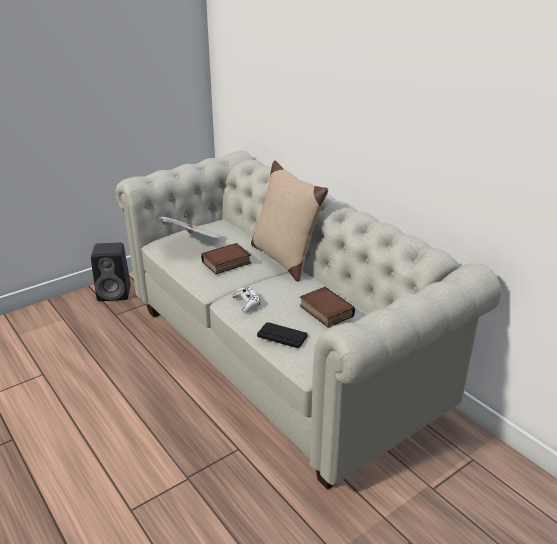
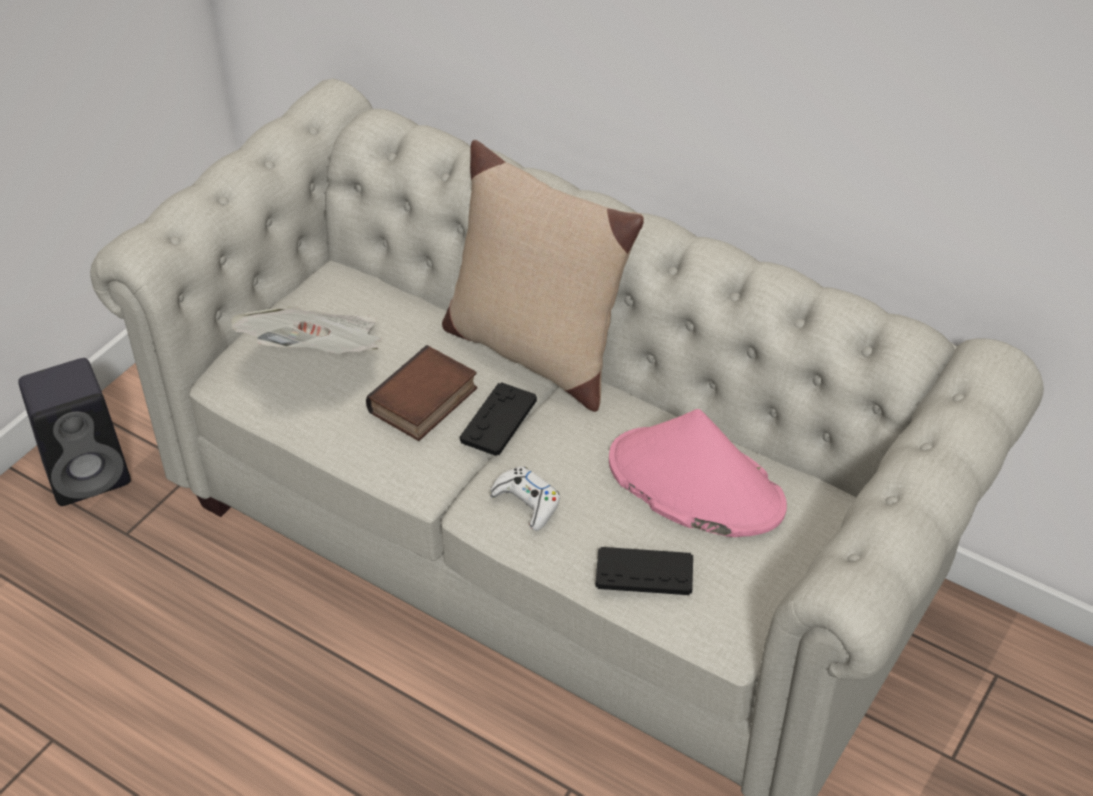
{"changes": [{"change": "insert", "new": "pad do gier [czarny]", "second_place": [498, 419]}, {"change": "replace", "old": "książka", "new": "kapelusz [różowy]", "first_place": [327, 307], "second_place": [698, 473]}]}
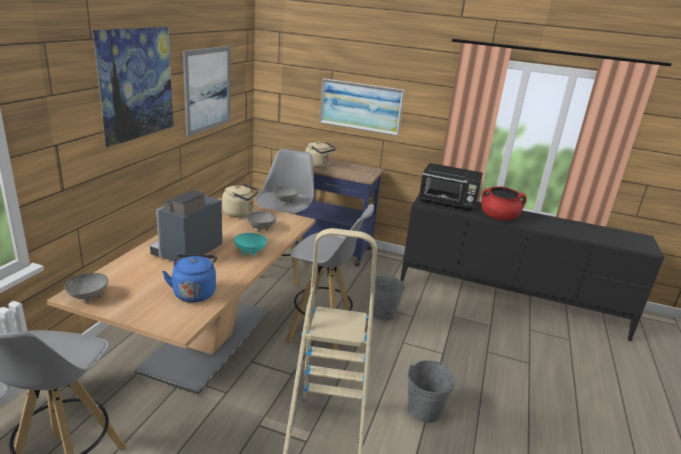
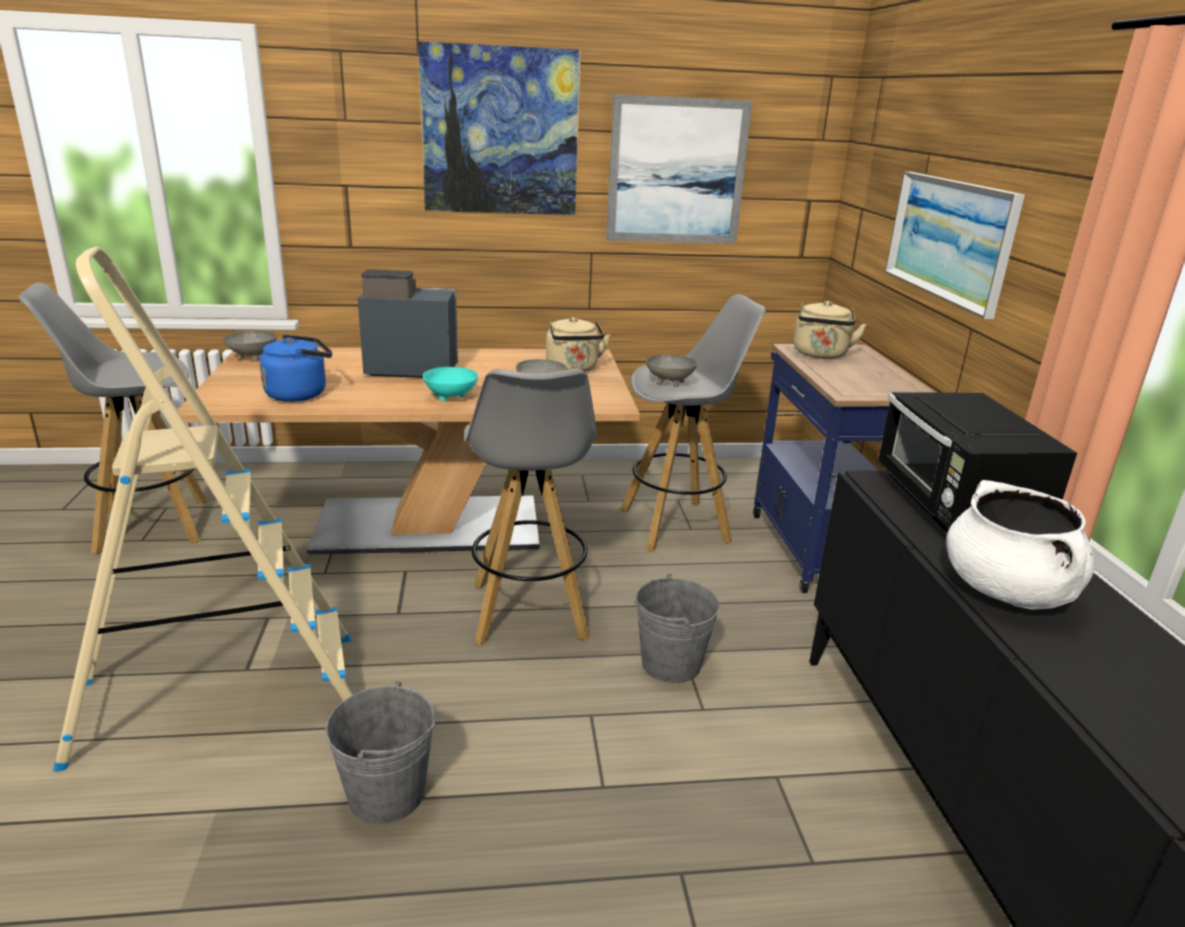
{"changes": [{"change": "recolor", "old": "garnek [czerwony]", "new": "garnek [biały]", "first_place": [504, 203], "second_place": [1020, 545]}]}
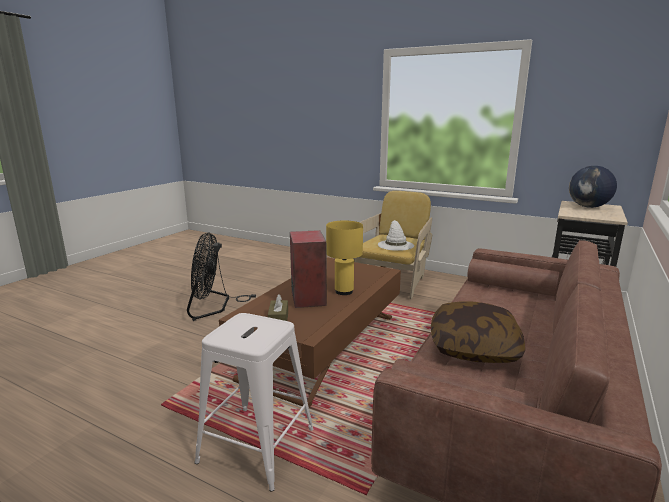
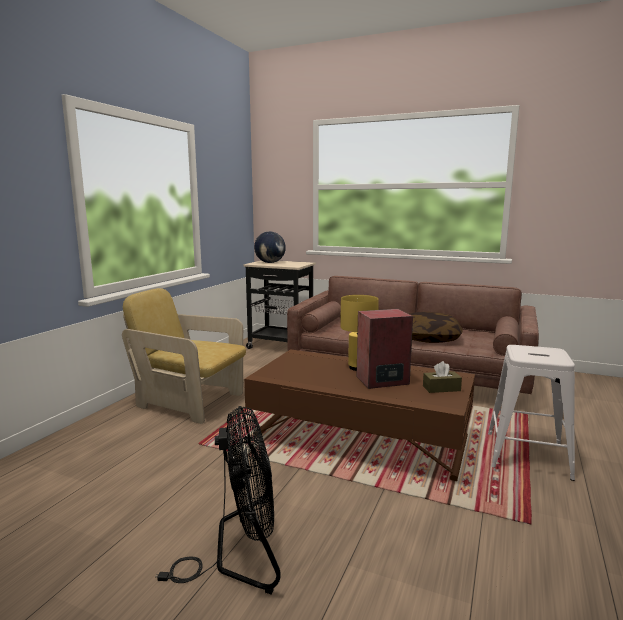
{"changes": [{"change": "rotate", "old": "wentylator [czarny]", "first_place": [221, 276], "second_place": [218, 500], "degrees": -90}, {"change": "delete", "old": "kapelusz [biały]", "first_place": [396, 235]}]}
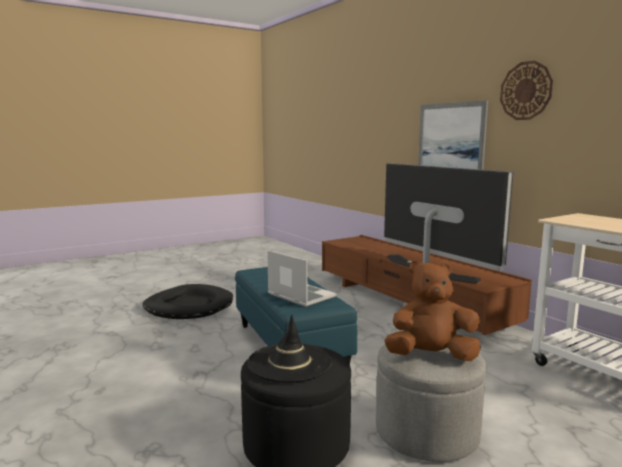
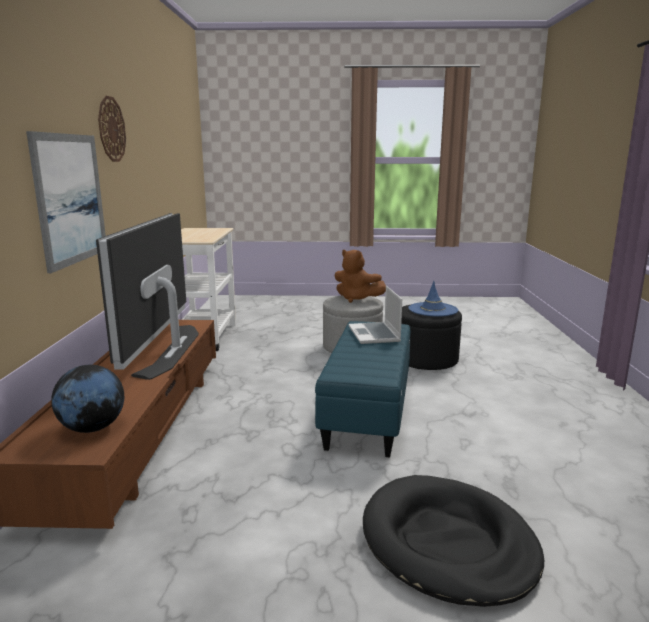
{"changes": [{"change": "insert", "new": "globus", "second_place": [87, 399]}, {"change": "recolor", "old": "kapelusz [czarny]", "new": "kapelusz [niebieski]", "first_place": [289, 349], "second_place": [433, 298]}]}
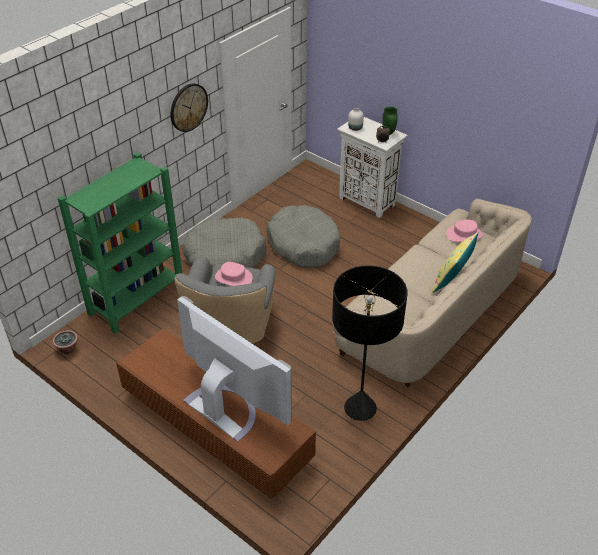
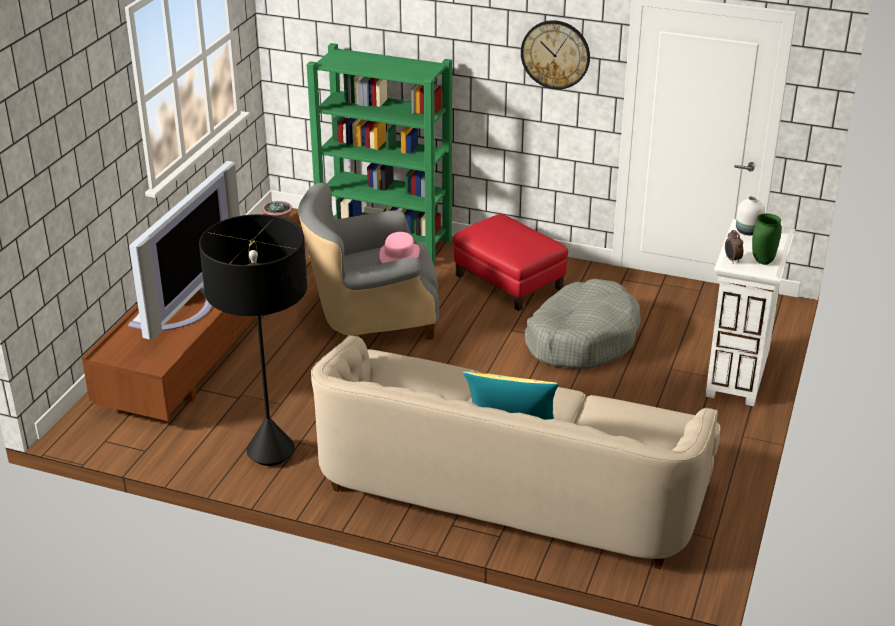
{"changes": [{"change": "replace", "old": "legowisko [szary]", "new": "pufa [czerwony]", "first_place": [224, 242], "second_place": [510, 262]}, {"change": "delete", "old": "kapelusz [różowy]", "first_place": [464, 231]}]}
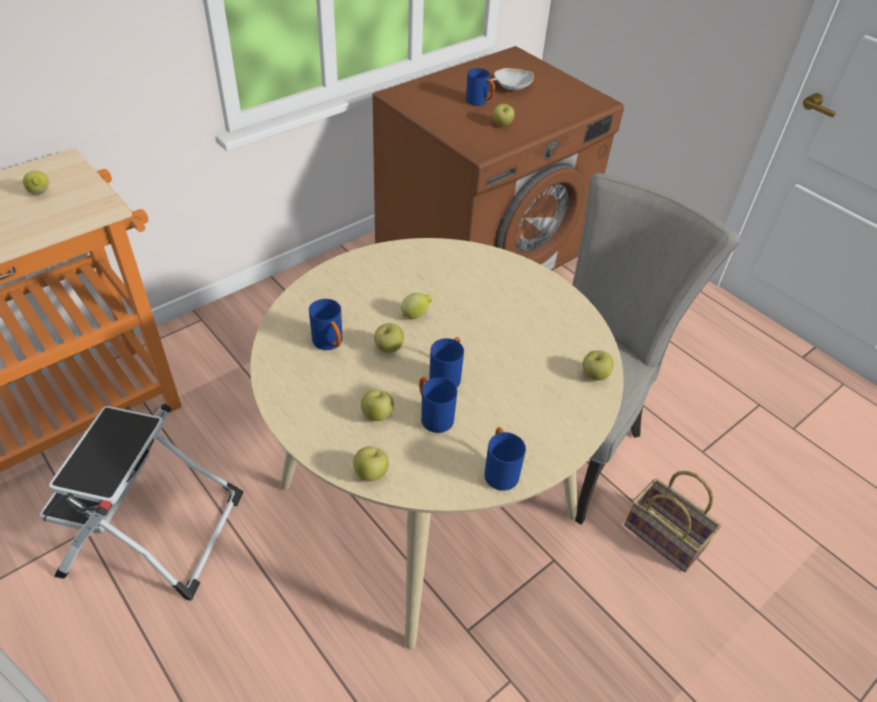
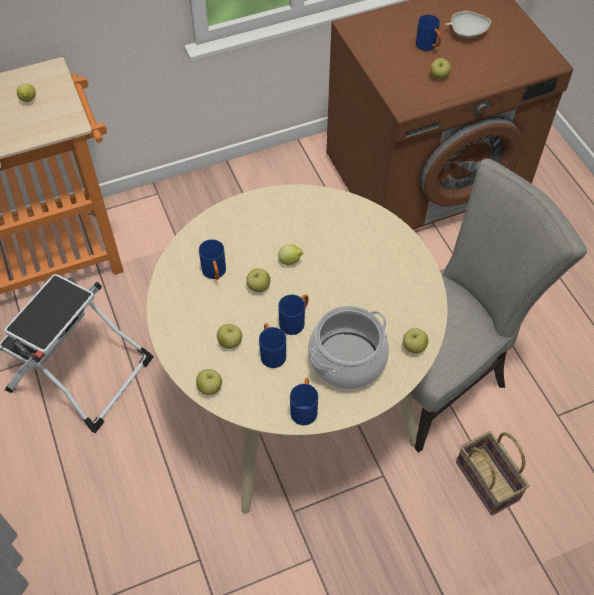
{"changes": [{"change": "insert", "new": "garnek", "second_place": [348, 348]}]}
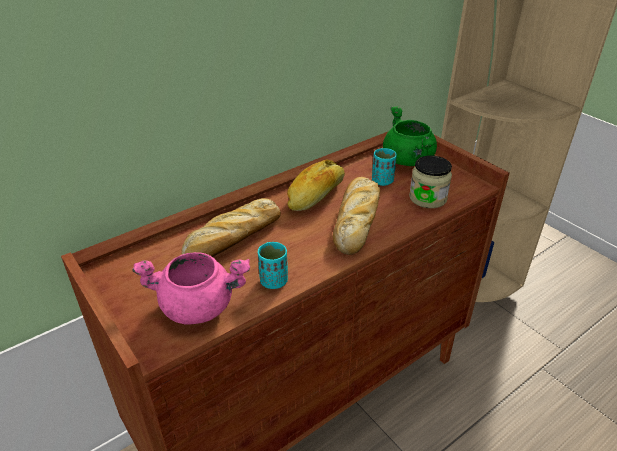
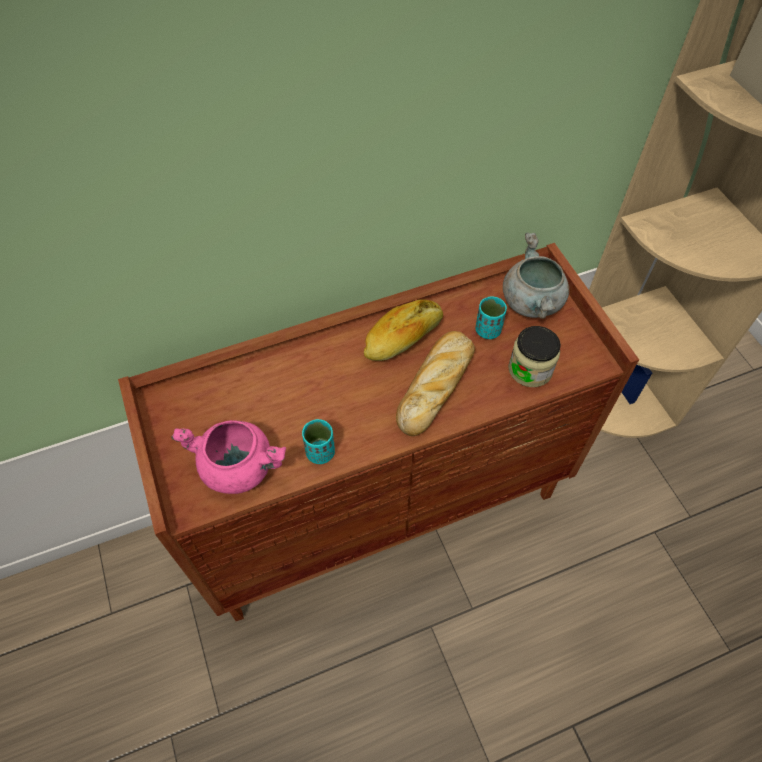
{"changes": [{"change": "recolor", "old": "garnek [zielony]", "new": "garnek [szary]", "first_place": [410, 136], "second_place": [536, 275]}, {"change": "delete", "old": "chleb", "first_place": [231, 227]}]}
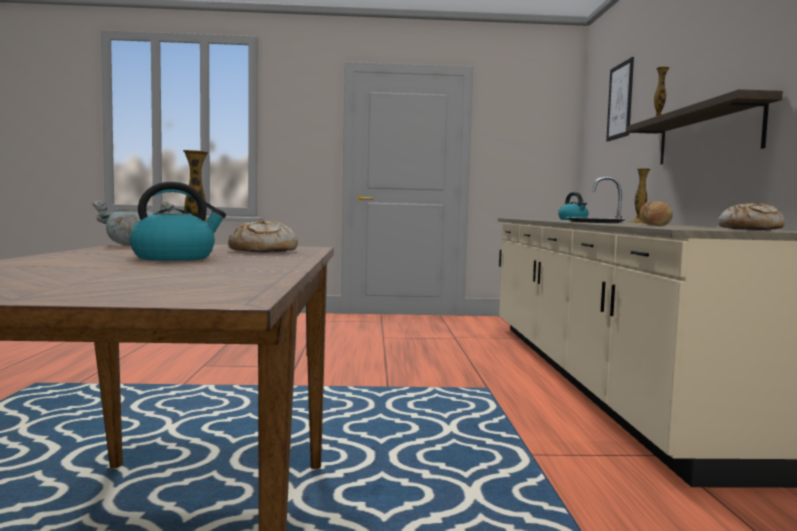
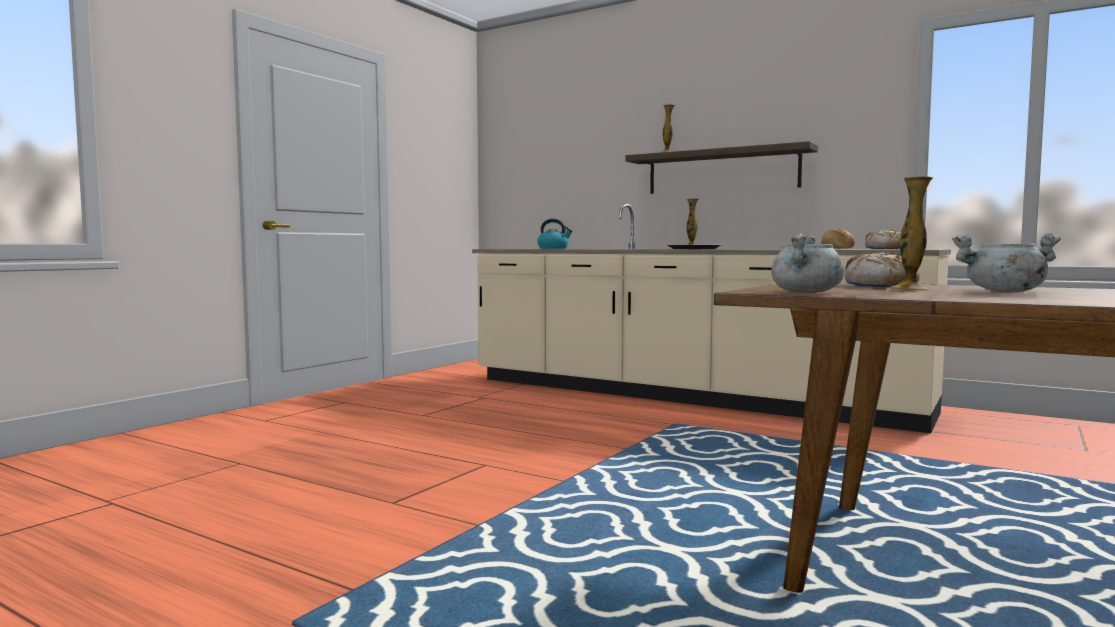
{"changes": [{"change": "replace", "old": "czajnik", "new": "garnek [szary]", "first_place": [177, 221], "second_place": [1006, 263]}, {"change": "delete", "old": "obraz", "first_place": [620, 99]}]}
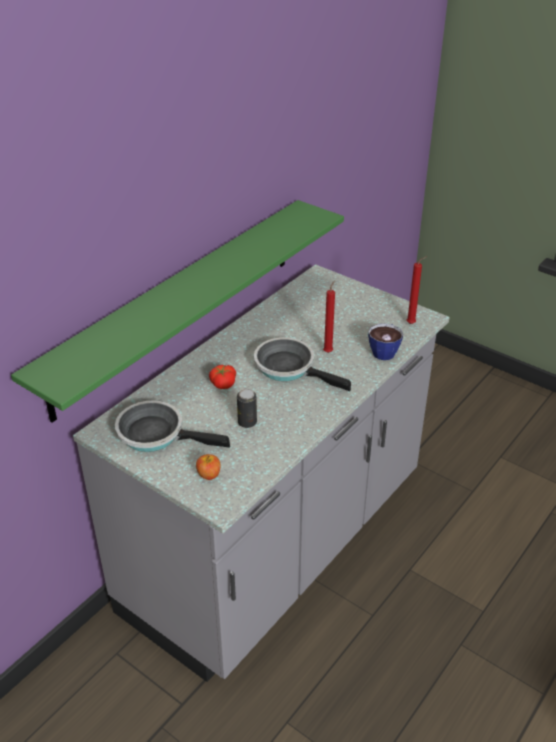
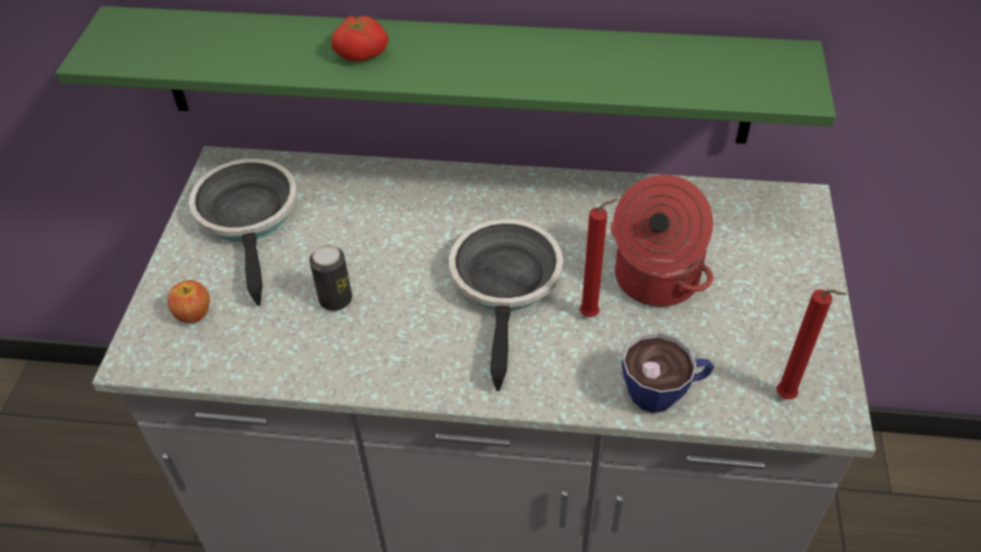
{"changes": [{"change": "move", "old": "pomidor", "first_place": [222, 377], "second_place": [360, 38]}, {"change": "insert", "new": "garnek", "second_place": [661, 240]}]}
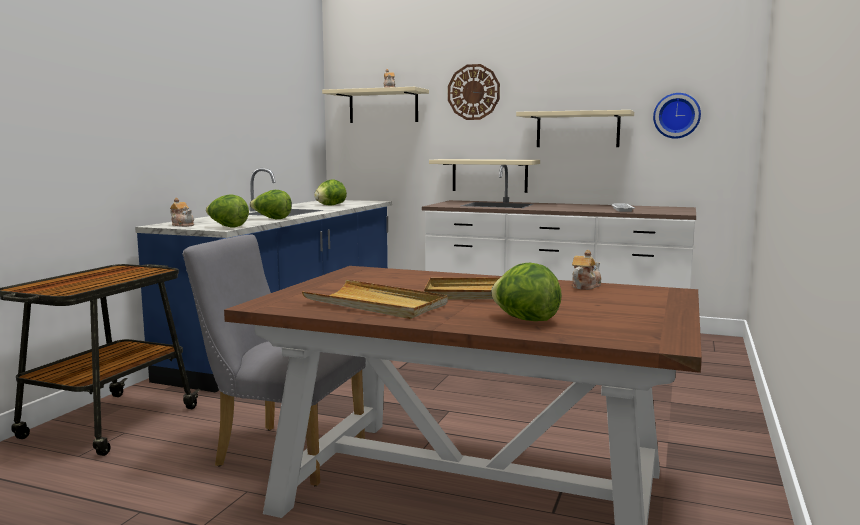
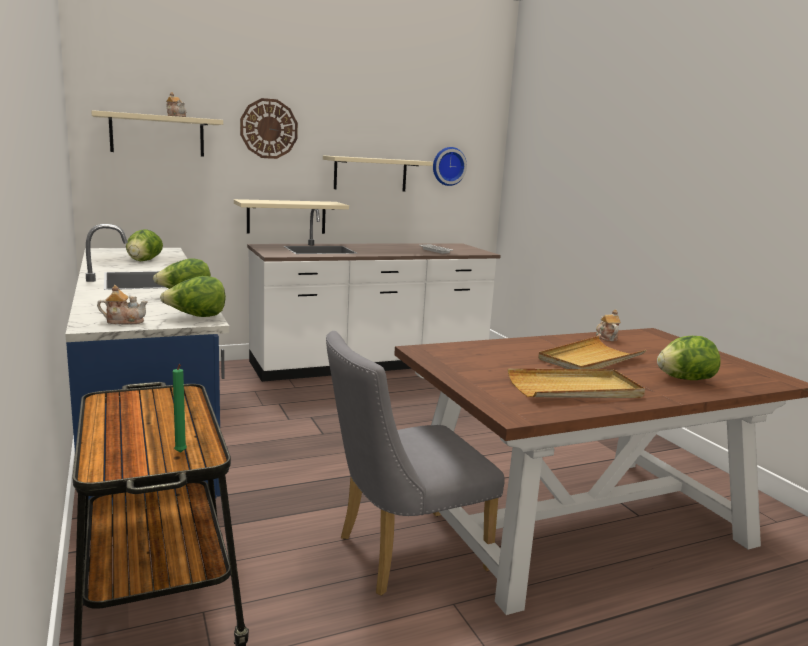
{"changes": [{"change": "insert", "new": "świeca [zielony]", "second_place": [180, 408]}]}
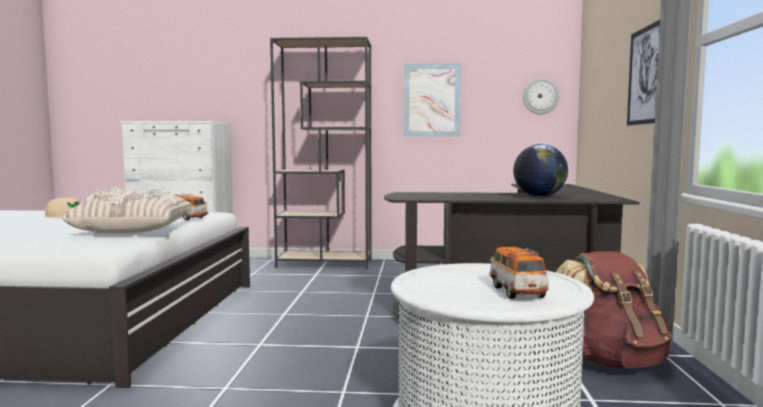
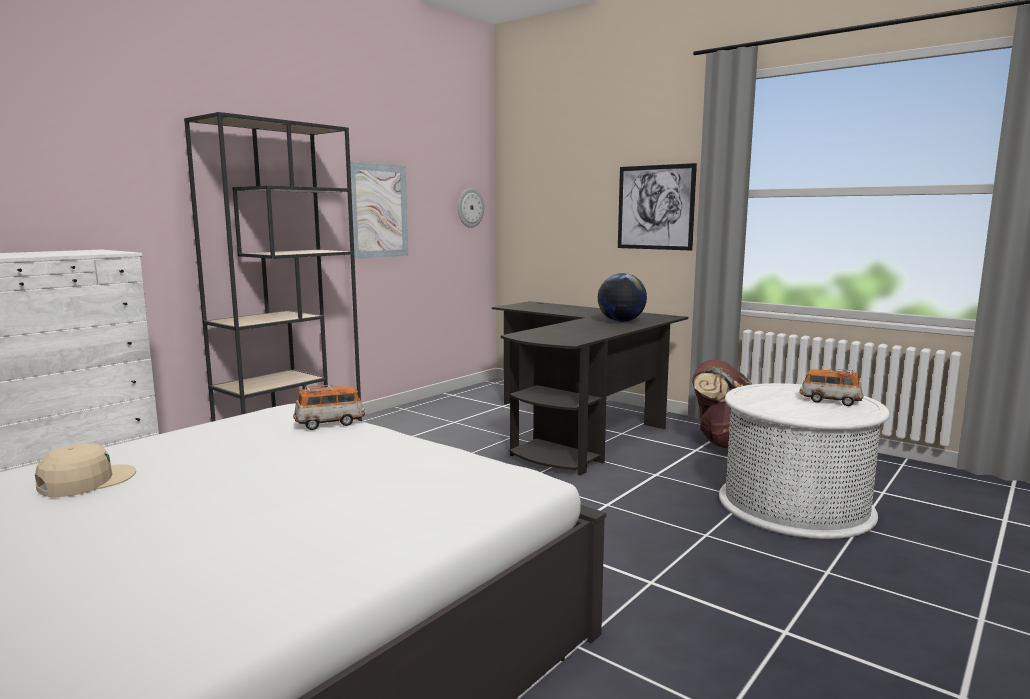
{"changes": [{"change": "delete", "old": "poduszka [beżowy]", "first_place": [127, 209]}]}
